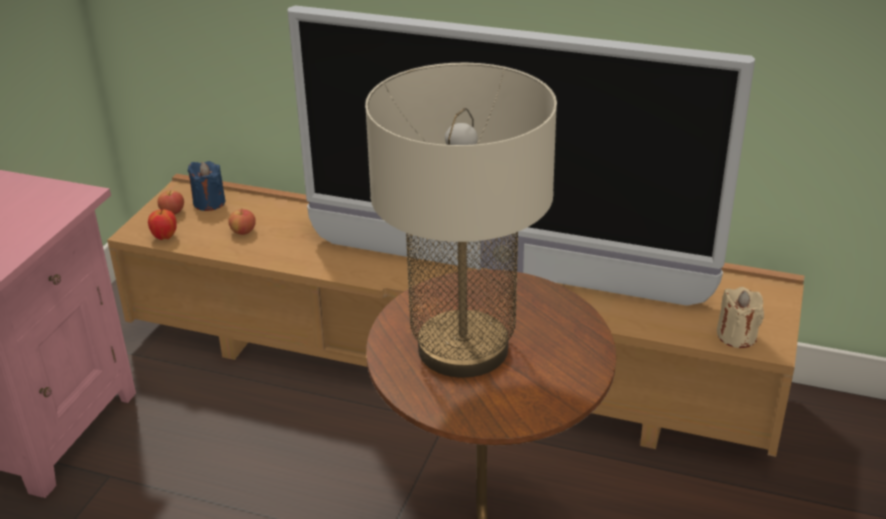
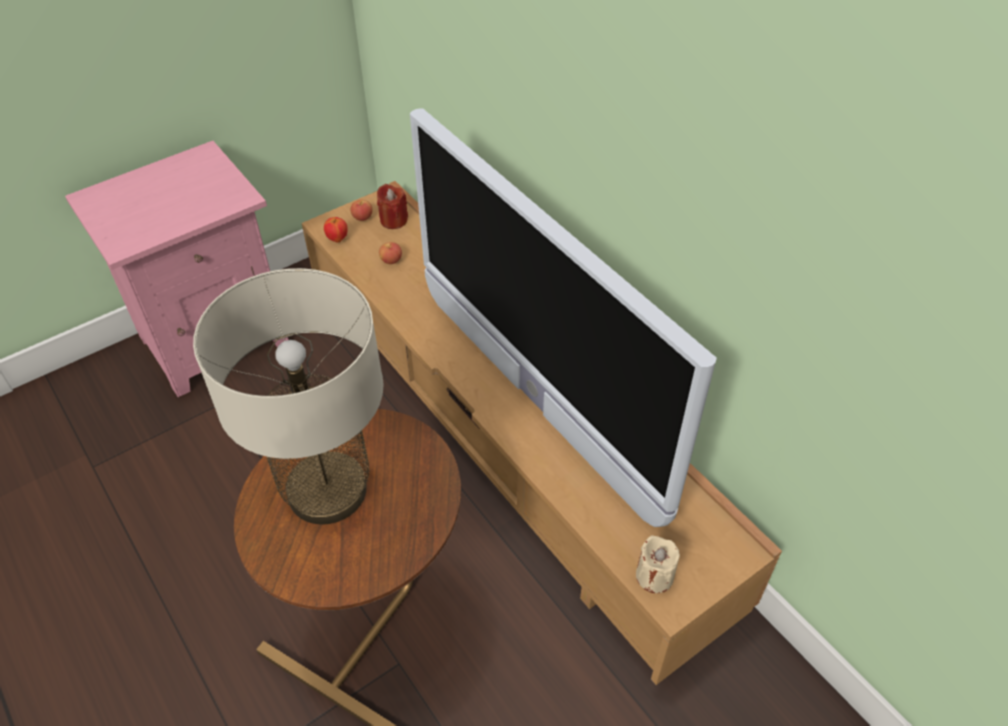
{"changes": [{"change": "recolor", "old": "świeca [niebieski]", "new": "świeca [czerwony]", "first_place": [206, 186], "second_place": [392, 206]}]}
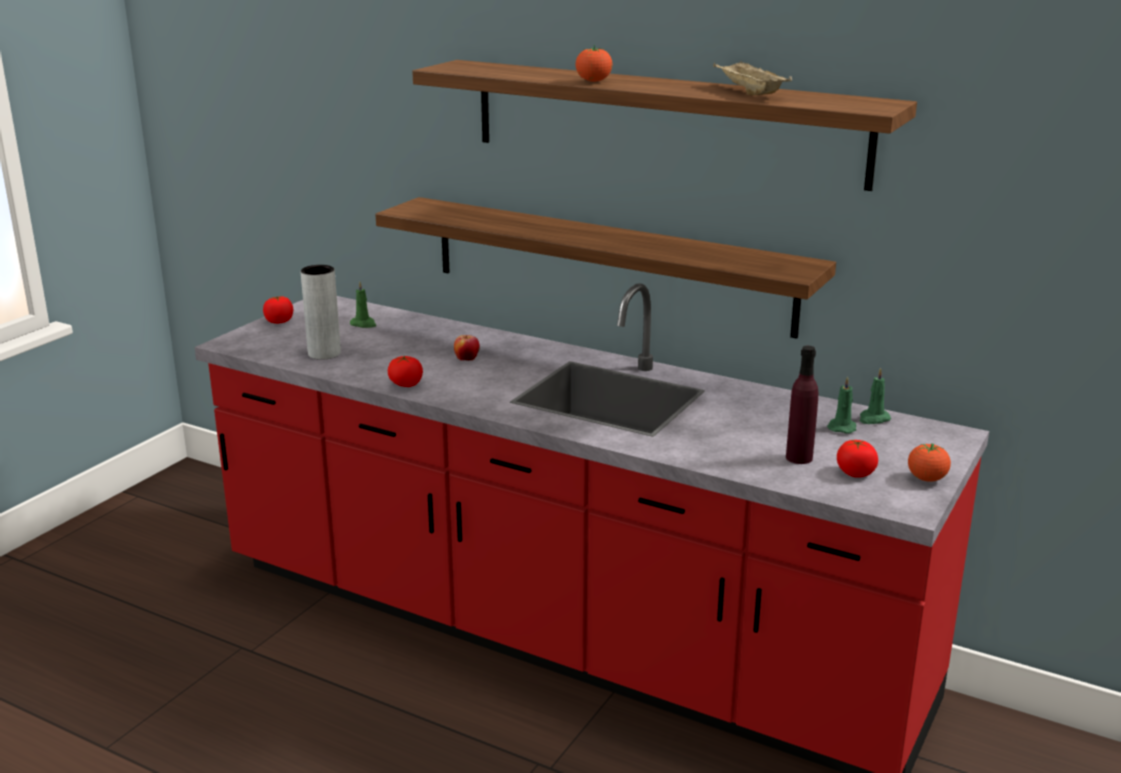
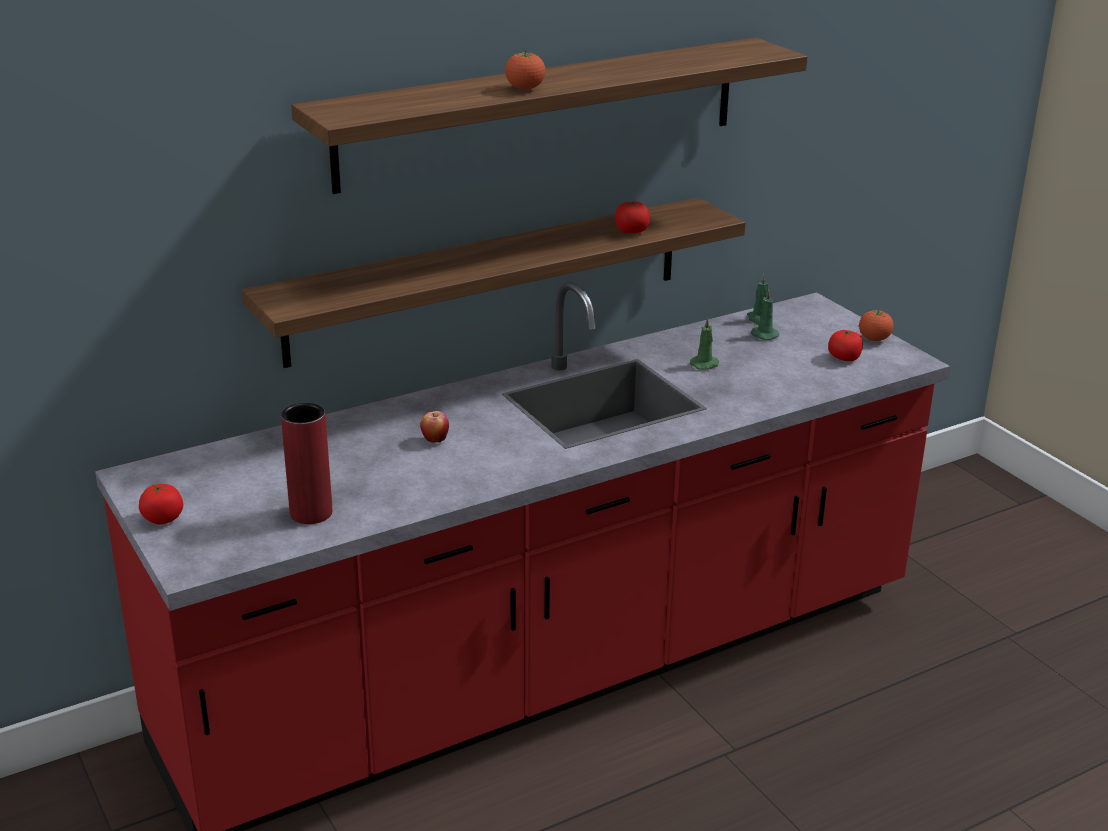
{"changes": [{"change": "recolor", "old": "wazon [szary]", "new": "wazon [czerwony]", "first_place": [321, 312], "second_place": [306, 463]}, {"change": "move", "old": "pomidor", "first_place": [405, 371], "second_place": [632, 217]}, {"change": "move", "old": "świeca [zielony]", "first_place": [363, 305], "second_place": [704, 344]}, {"change": "delete", "old": "taca [beżowy]", "first_place": [752, 78]}, {"change": "delete", "old": "butelka [fioletowy]", "first_place": [802, 405]}]}
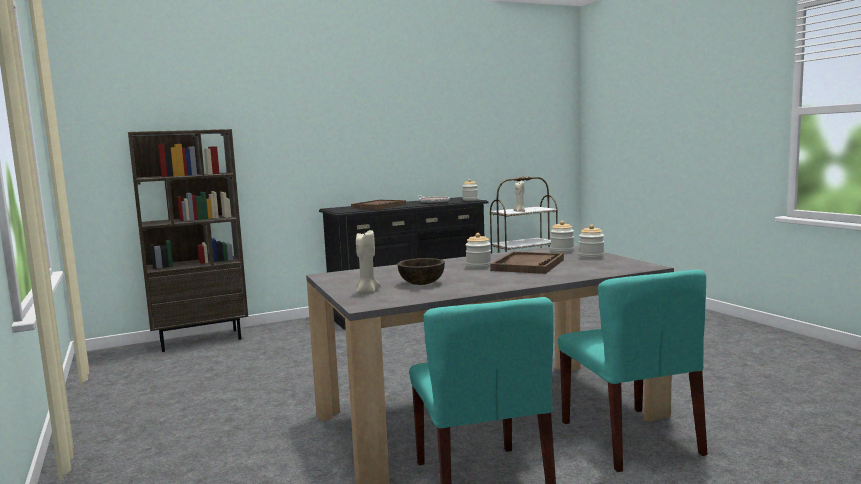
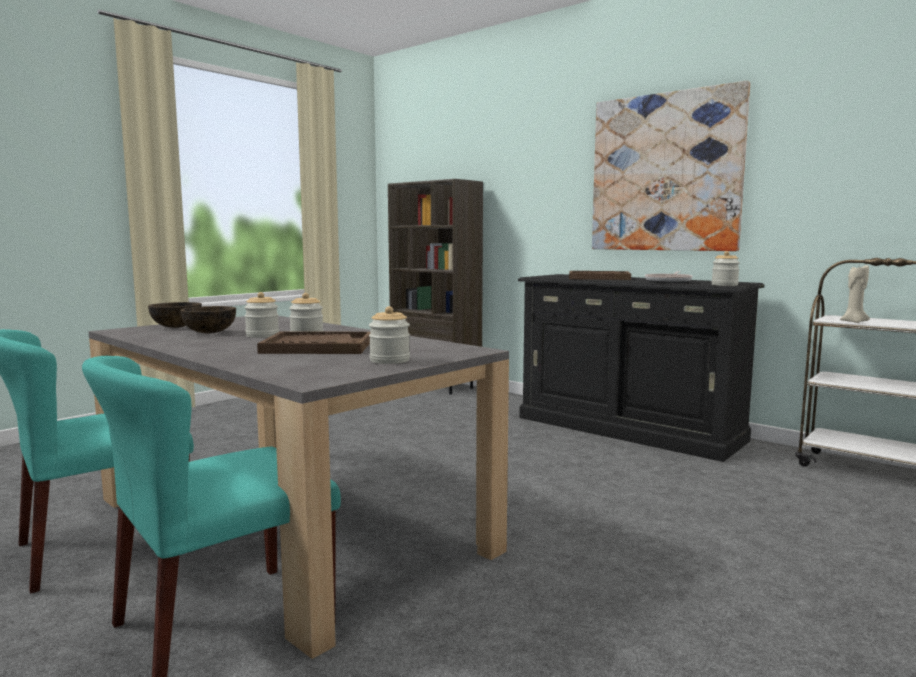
{"changes": [{"change": "replace", "old": "świeca [beżowy]", "new": "miska [brązowy]", "first_place": [368, 261], "second_place": [175, 315]}, {"change": "move", "old": "słoik", "first_place": [562, 237], "second_place": [261, 315]}, {"change": "insert", "new": "obraz", "second_place": [671, 166]}]}
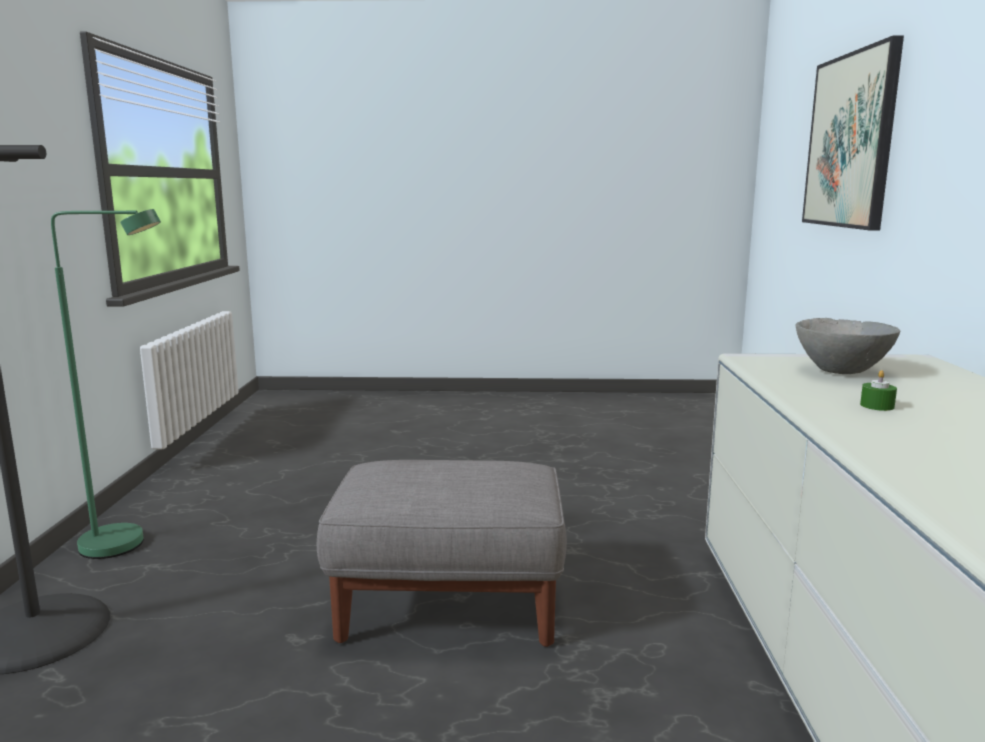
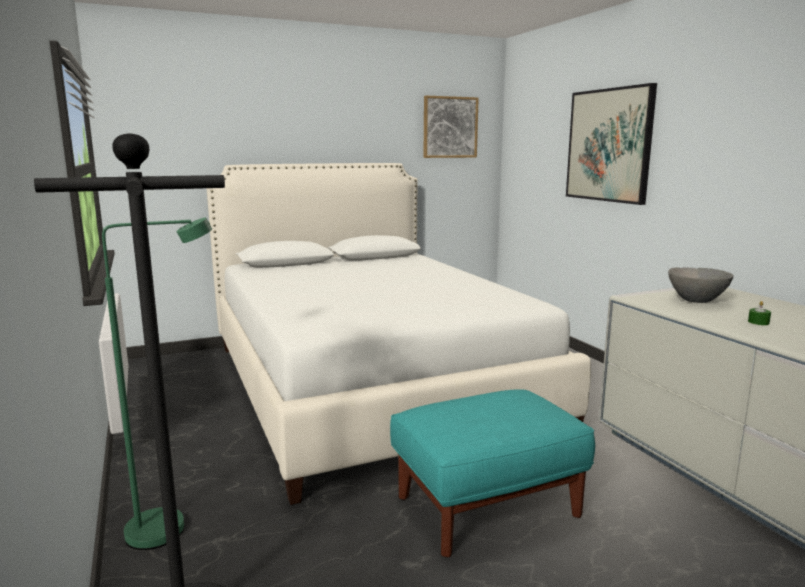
{"changes": [{"change": "insert", "new": "łóżko [biały]", "second_place": [398, 334]}, {"change": "recolor", "old": "pufa [szary]", "new": "pufa [turkusowy]", "first_place": [442, 553], "second_place": [492, 473]}, {"change": "insert", "new": "obraz", "second_place": [451, 127]}]}
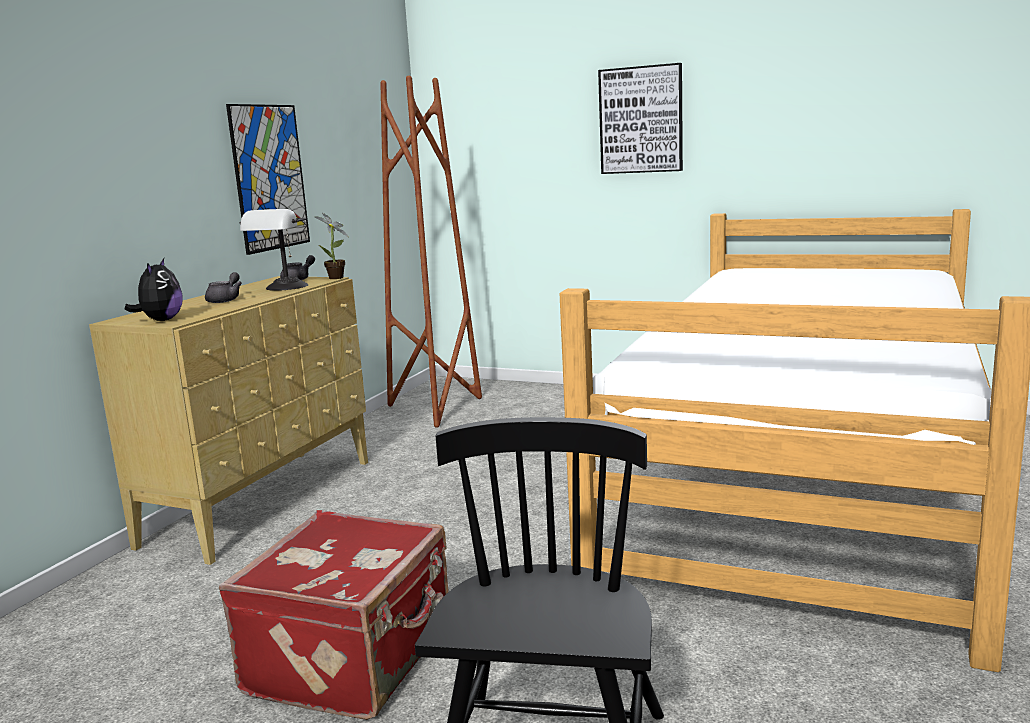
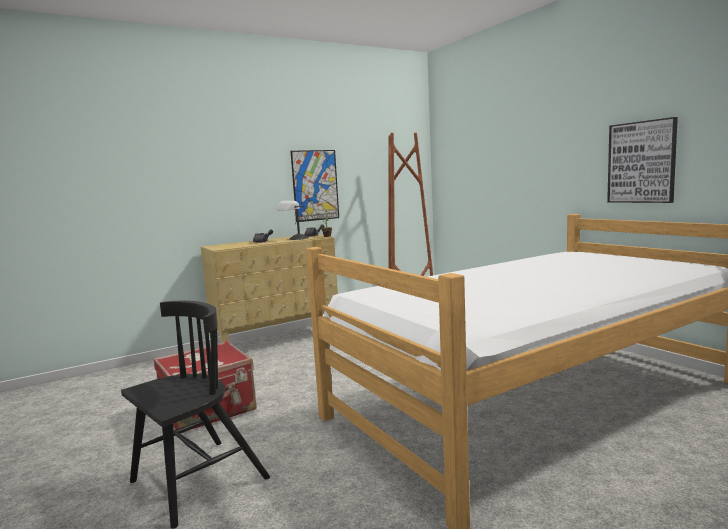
{"changes": [{"change": "move", "old": "obraz", "first_place": [640, 118], "second_place": [642, 160]}, {"change": "delete", "old": "pluszak", "first_place": [153, 289]}]}
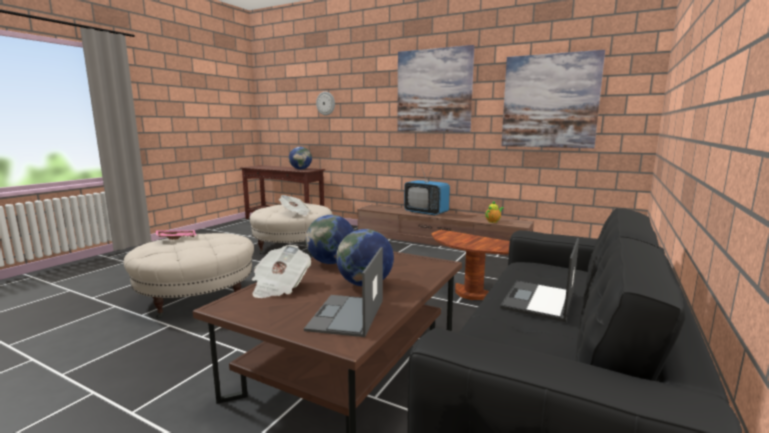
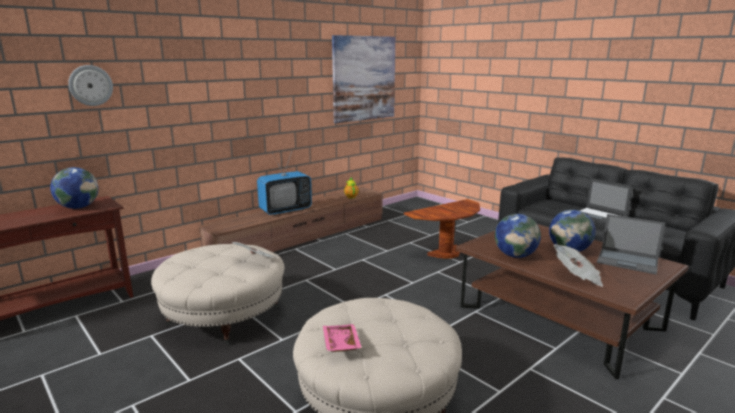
{"changes": [{"change": "delete", "old": "obraz", "first_place": [435, 88]}]}
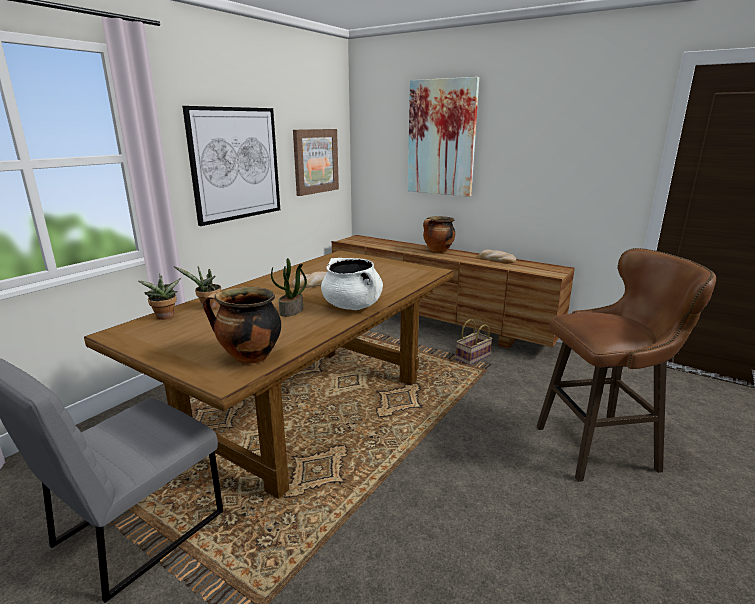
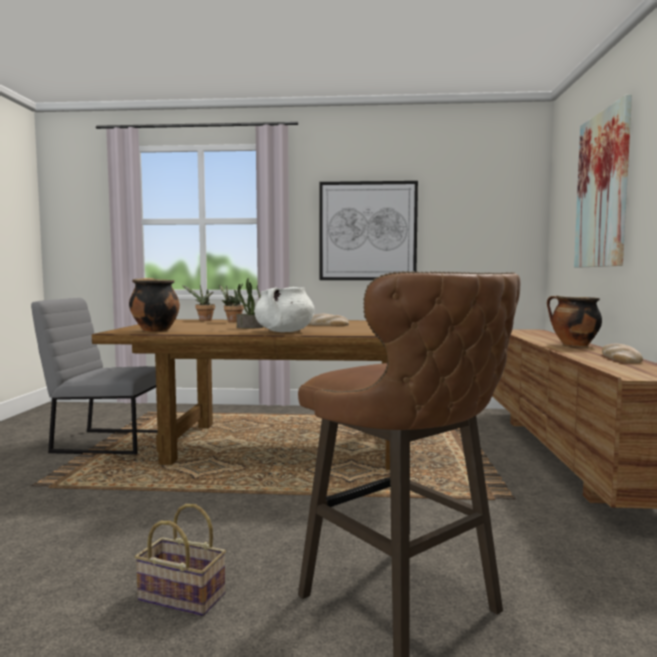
{"changes": [{"change": "move", "old": "koszyk", "first_place": [474, 342], "second_place": [180, 560]}, {"change": "delete", "old": "obraz", "first_place": [316, 162]}]}
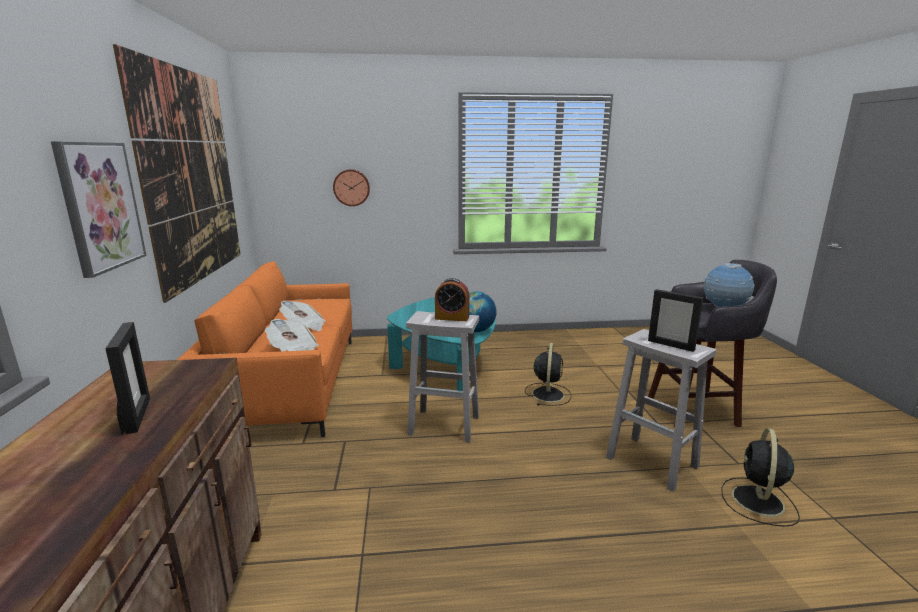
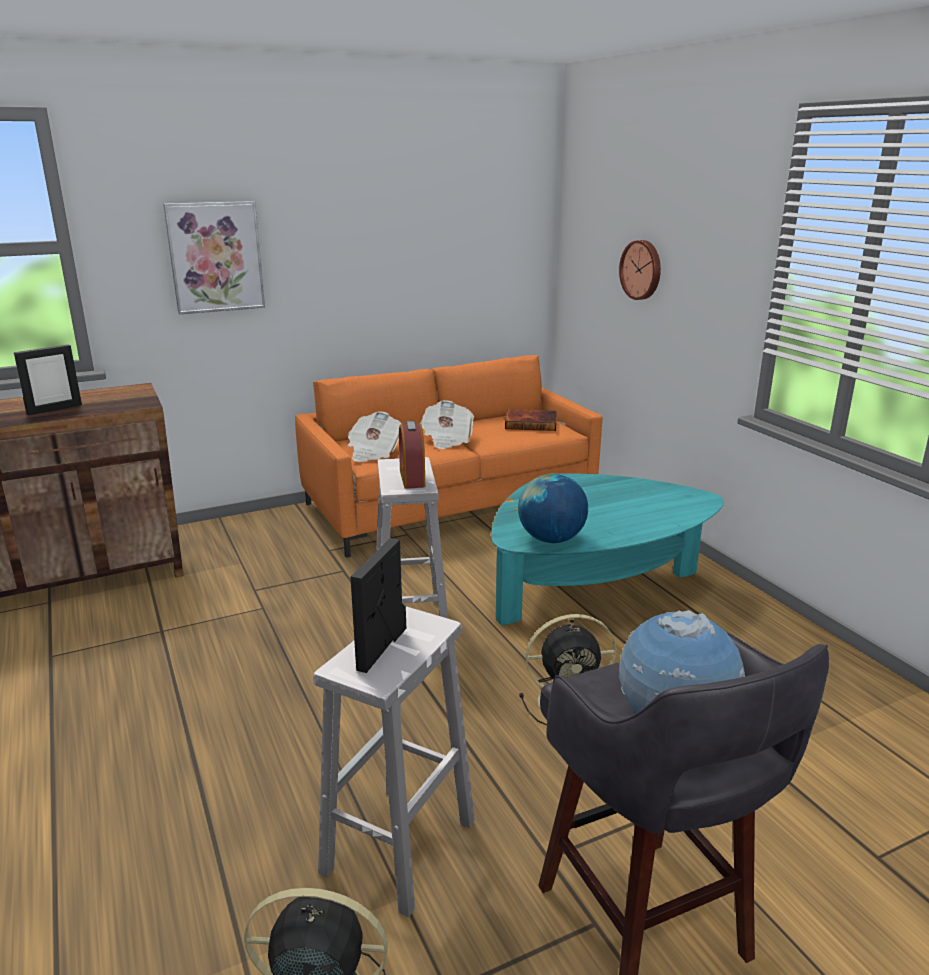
{"changes": [{"change": "insert", "new": "książka", "second_place": [530, 420]}, {"change": "delete", "old": "obraz", "first_place": [177, 173]}]}
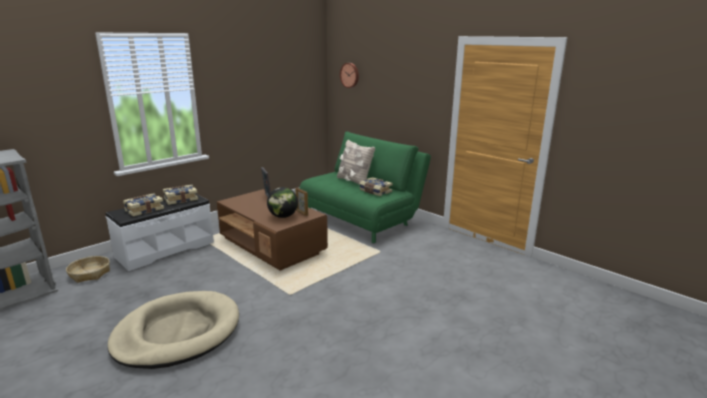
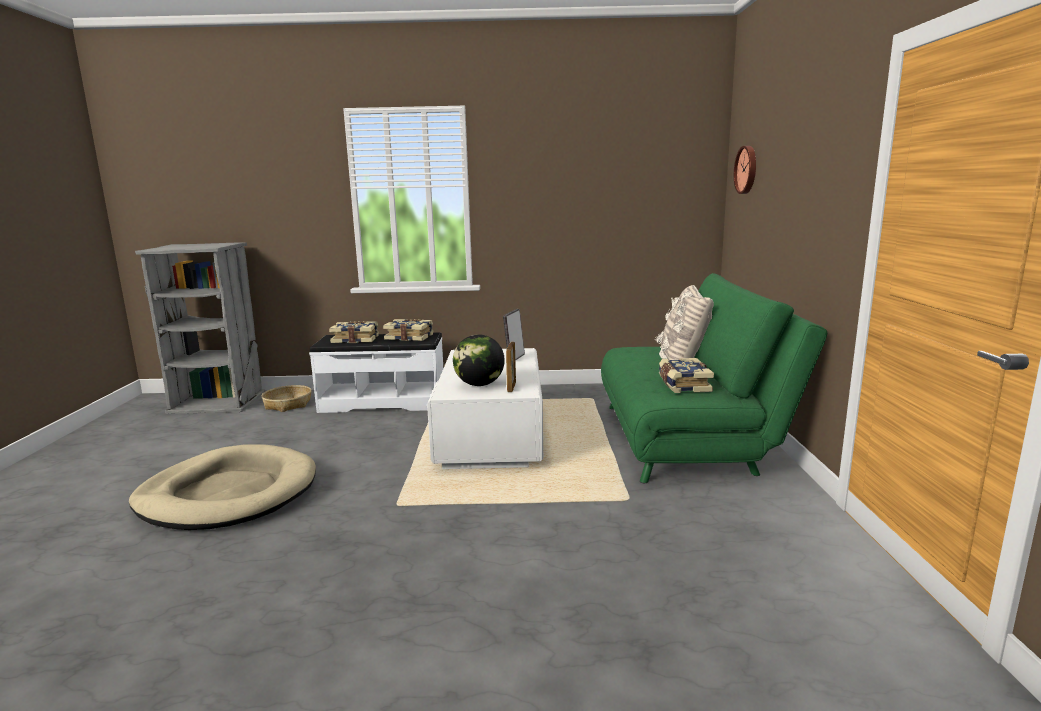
{"changes": [{"change": "recolor", "old": "ława [brązowy]", "new": "ława [biały]", "first_place": [272, 230], "second_place": [485, 408]}]}
